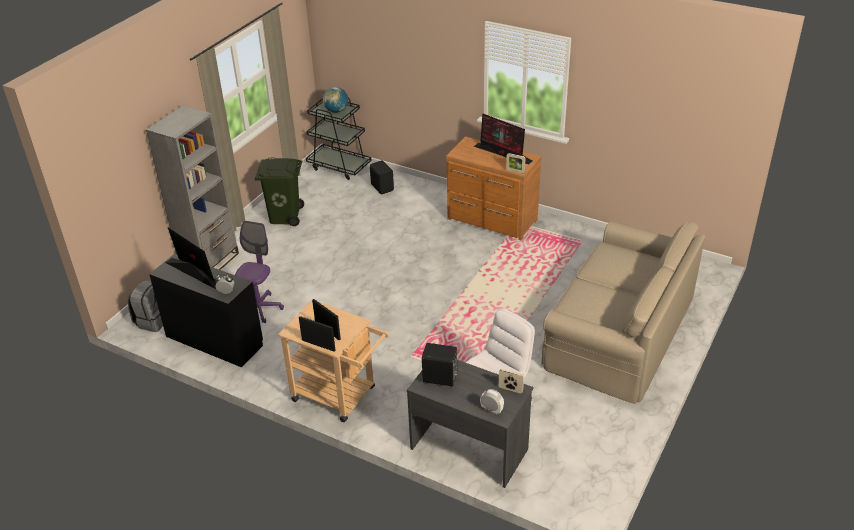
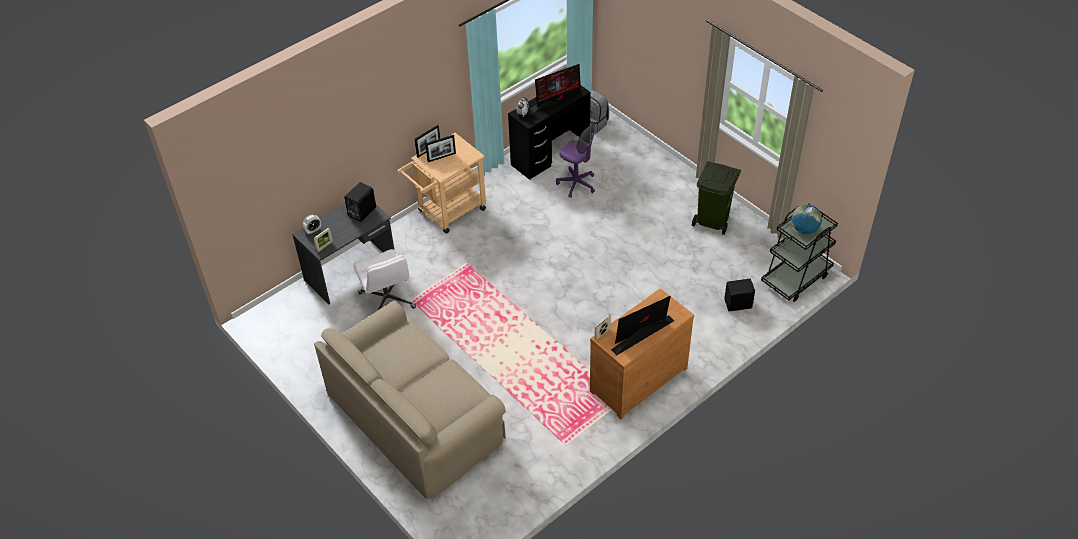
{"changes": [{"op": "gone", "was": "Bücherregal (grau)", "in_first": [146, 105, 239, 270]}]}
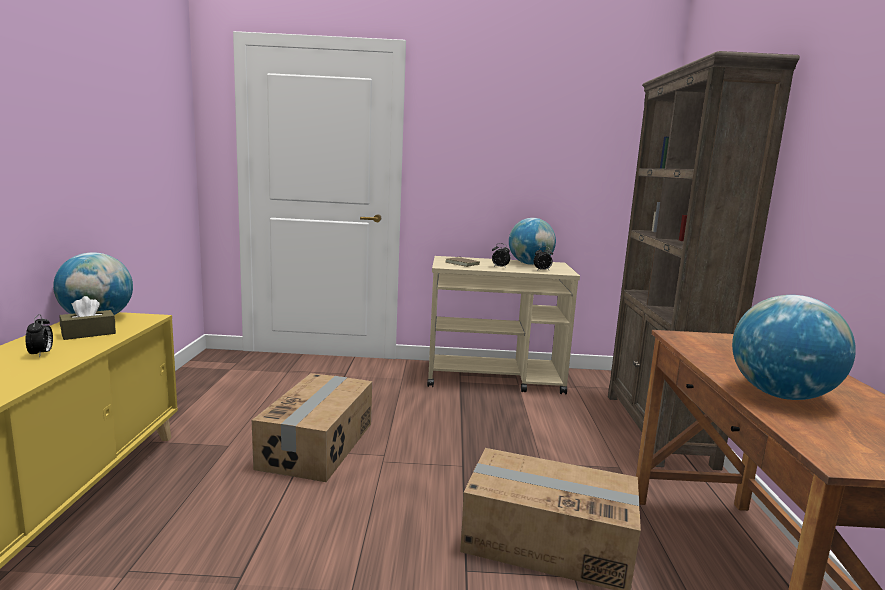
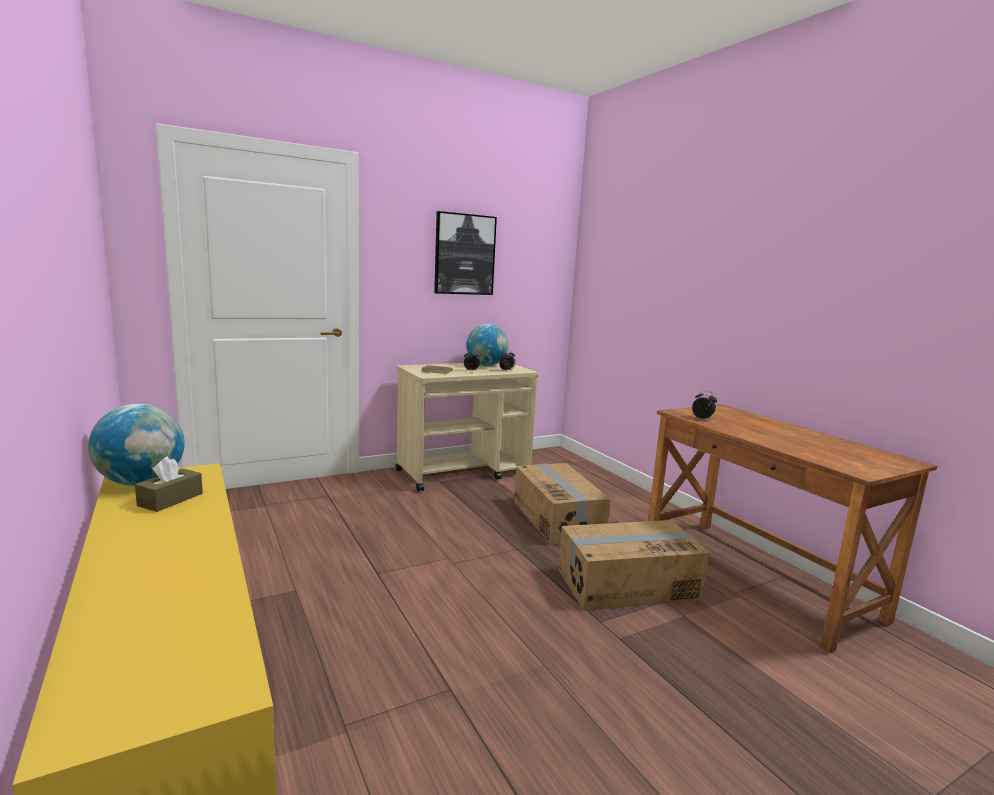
{"changes": [{"op": "shifted", "was": "Wecker", "in_first": [25, 314, 53, 358], "in_second": [692, 390, 717, 420]}, {"op": "shifted", "was": "Karton", "in_first": [252, 373, 372, 482], "in_second": [514, 463, 611, 545]}, {"op": "gone", "was": "Bücherregal (braun)", "in_first": [608, 51, 800, 470]}, {"op": "gone", "was": "Globus", "in_first": [732, 295, 856, 400]}, {"op": "new", "now": "Bild", "in_second": [434, 211, 497, 295]}]}
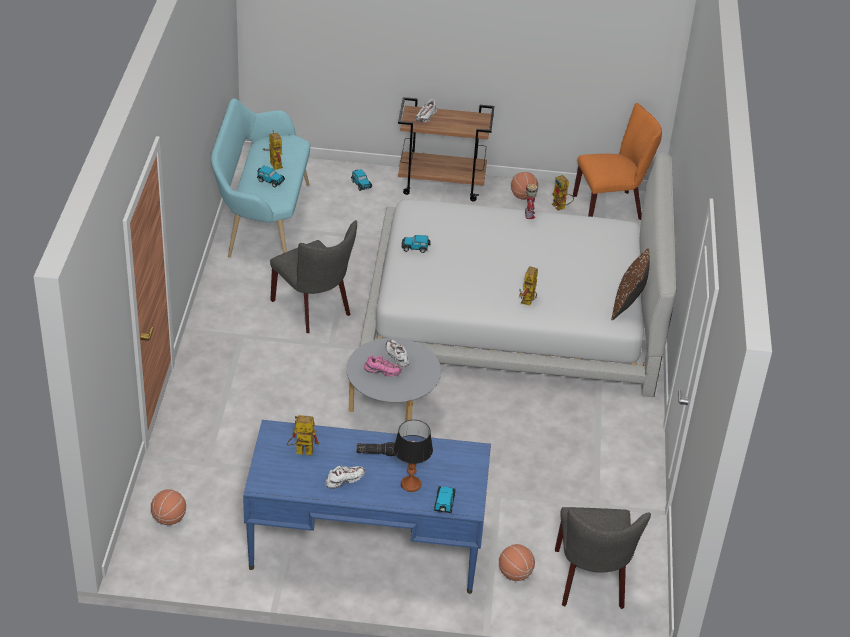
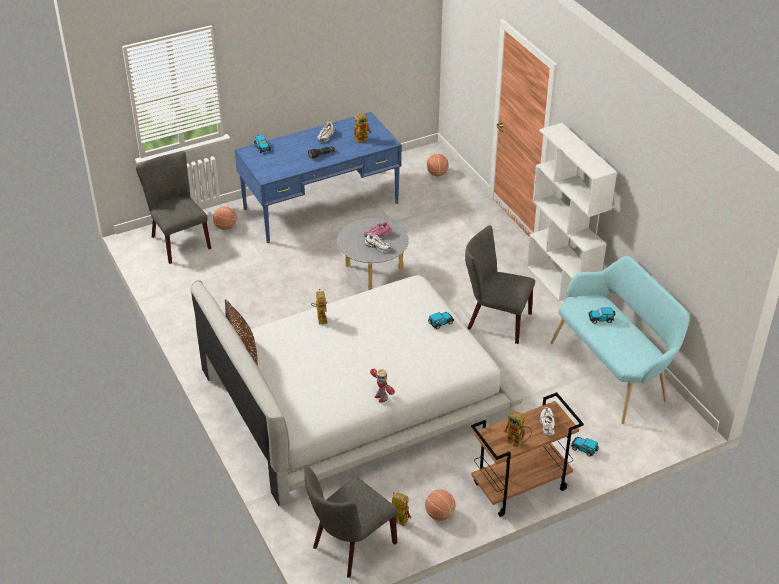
{"changes": [{"op": "shifted", "was": "Spielzeugroboter", "in_first": [263, 130, 283, 170], "in_second": [504, 411, 532, 448]}, {"op": "gone", "was": "Tischlampe", "in_first": [394, 420, 433, 492]}, {"op": "repainted", "was": "Stuhl (orange)", "now": "Stuhl (grau)", "in_first": [573, 103, 662, 220], "in_second": [304, 465, 397, 578]}, {"op": "new", "now": "Bücherregal (weiß)", "in_second": [526, 123, 617, 305]}]}
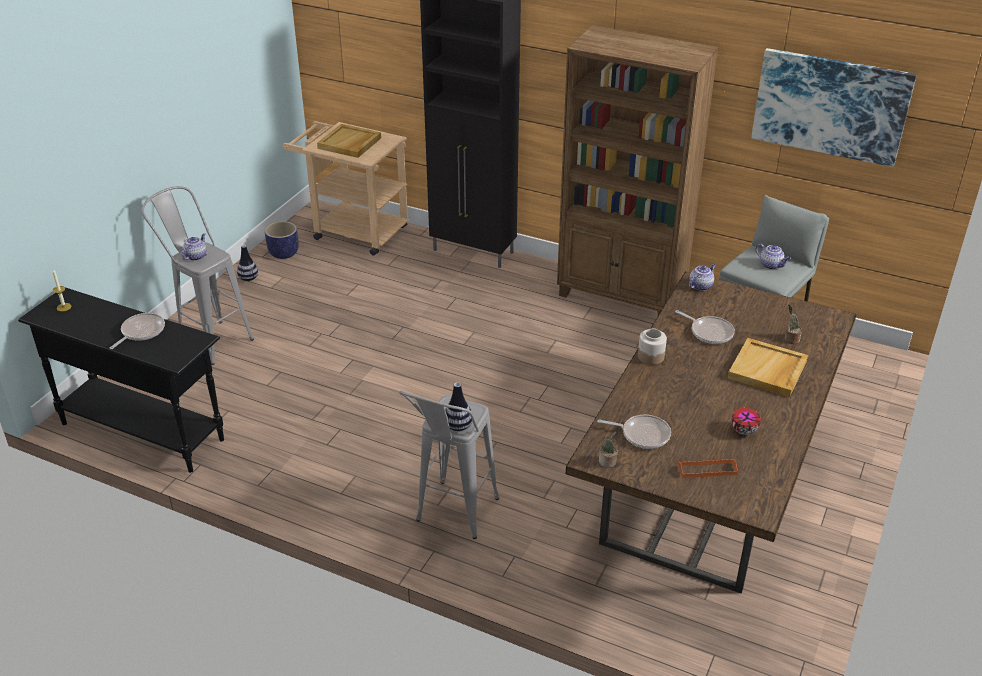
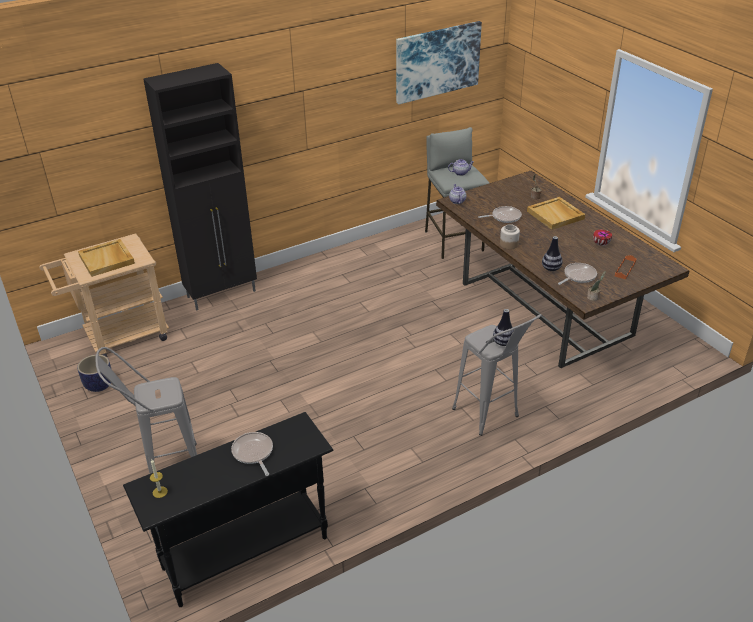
{"changes": [{"op": "gone", "was": "Teekanne", "in_first": [181, 233, 206, 261]}, {"op": "shifted", "was": "Vase", "in_first": [237, 245, 258, 281], "in_second": [542, 236, 563, 271]}, {"op": "gone", "was": "Bücherregal (braun)", "in_first": [557, 25, 718, 315]}]}
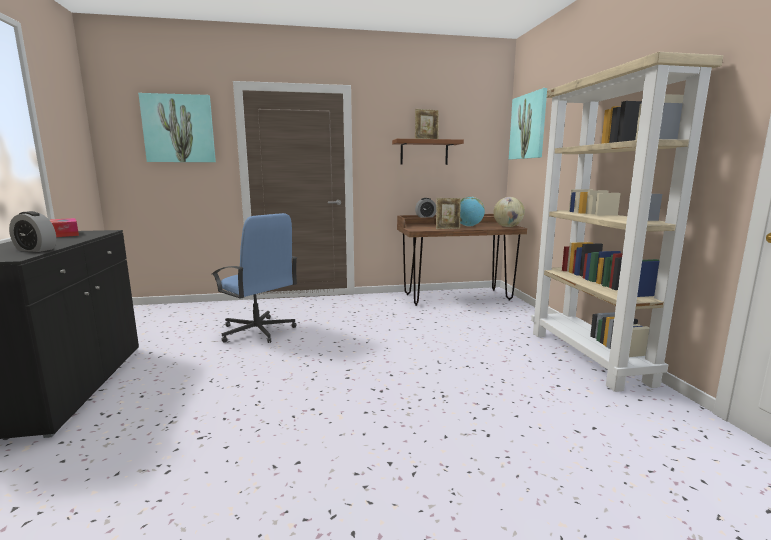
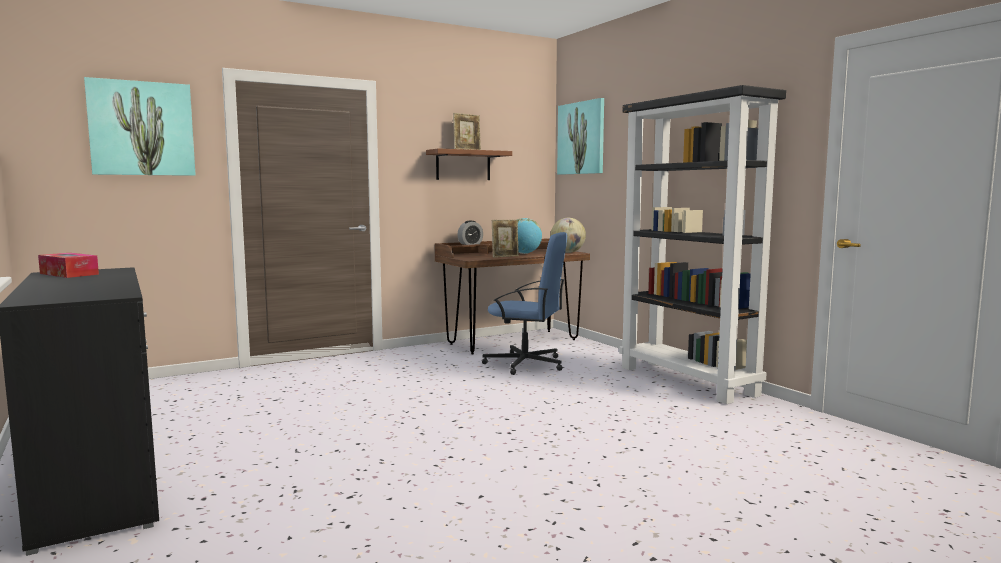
{"changes": [{"op": "gone", "was": "Wecker", "in_first": [9, 211, 56, 252]}, {"op": "shifted", "was": "Bürostuhl (blau)", "in_first": [212, 213, 297, 343], "in_second": [482, 232, 567, 375]}, {"op": "repainted", "was": "Bücherregal (beige)", "now": "Bücherregal (schwarz)", "in_first": [531, 52, 723, 392], "in_second": [619, 85, 786, 404]}]}
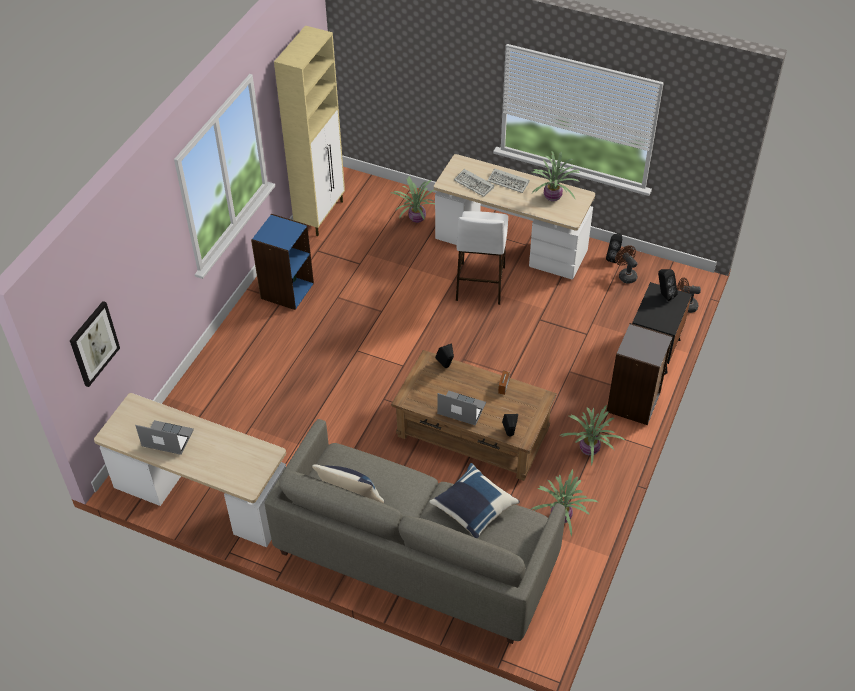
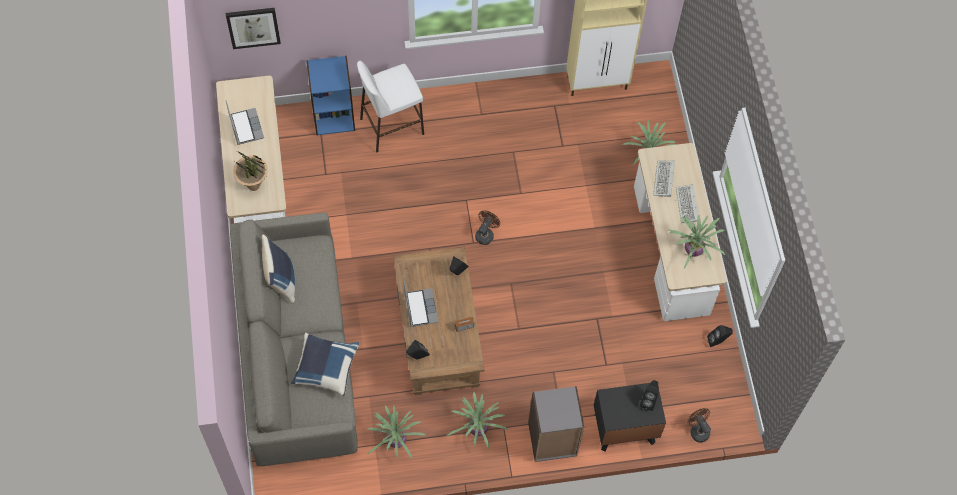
{"changes": [{"op": "shifted", "was": "Bücherregal (blau)", "in_first": [251, 214, 314, 310], "in_second": [306, 56, 355, 135]}, {"op": "shifted", "was": "Hocker (weiß)", "in_first": [456, 211, 508, 305], "in_second": [357, 61, 424, 152]}, {"op": "shifted", "was": "Ventilator (braun)", "in_first": [615, 245, 637, 284], "in_second": [475, 210, 500, 245]}, {"op": "new", "now": "Topfpflanze", "in_second": [233, 151, 268, 191]}]}
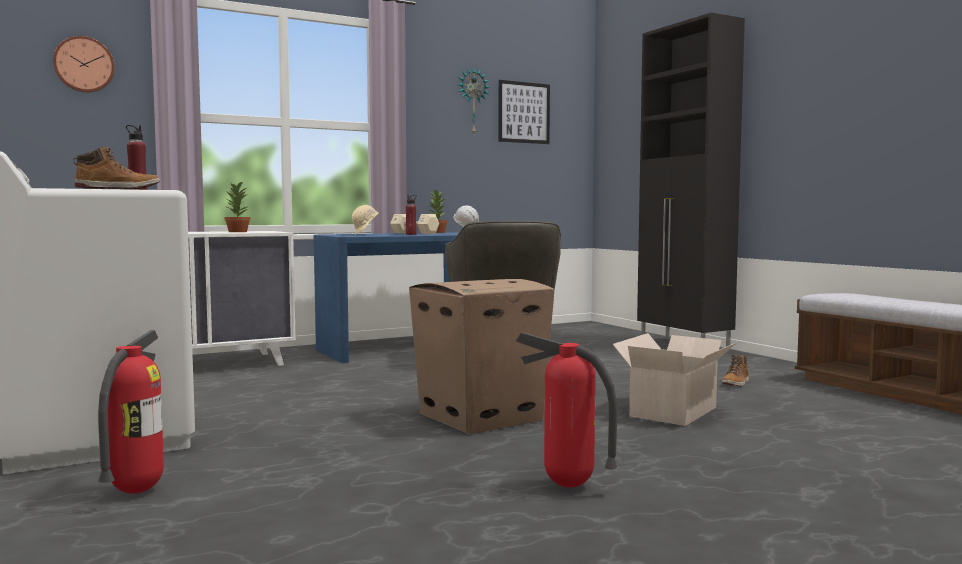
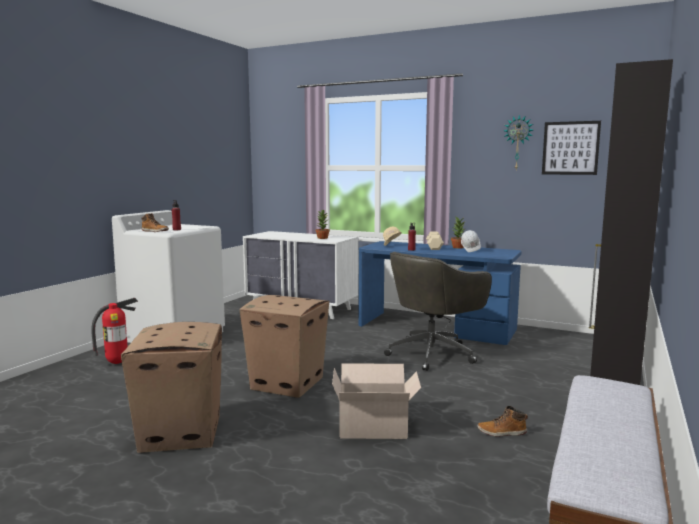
{"changes": [{"op": "gone", "was": "Wanduhr", "in_first": [53, 36, 115, 93]}, {"op": "swapped", "was": "Feuerlöscher", "now": "Karton", "in_first": [516, 332, 617, 488], "in_second": [121, 322, 222, 453]}]}
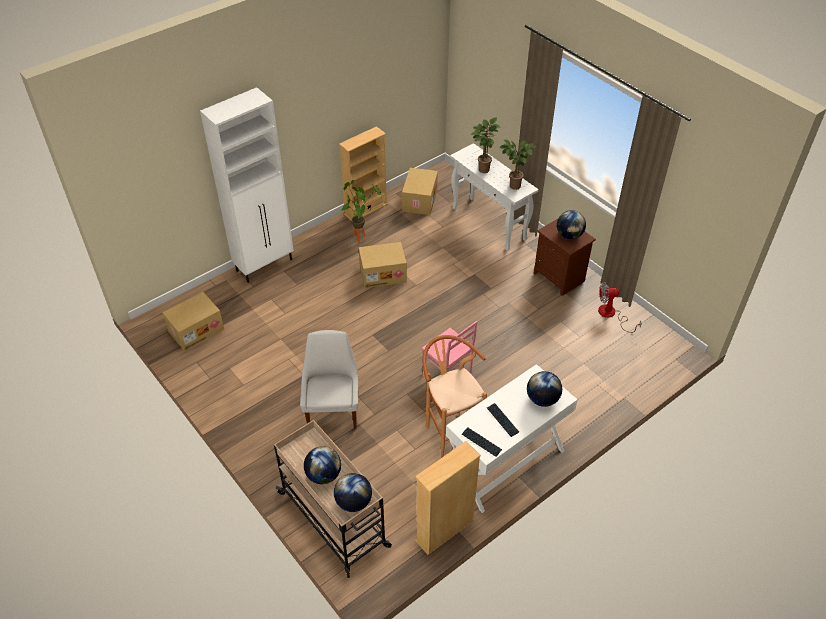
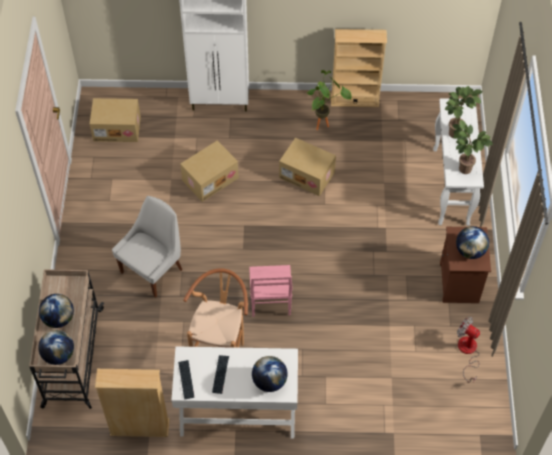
{"changes": [{"op": "shifted", "was": "Karton", "in_first": [402, 168, 438, 215], "in_second": [180, 140, 239, 202]}]}
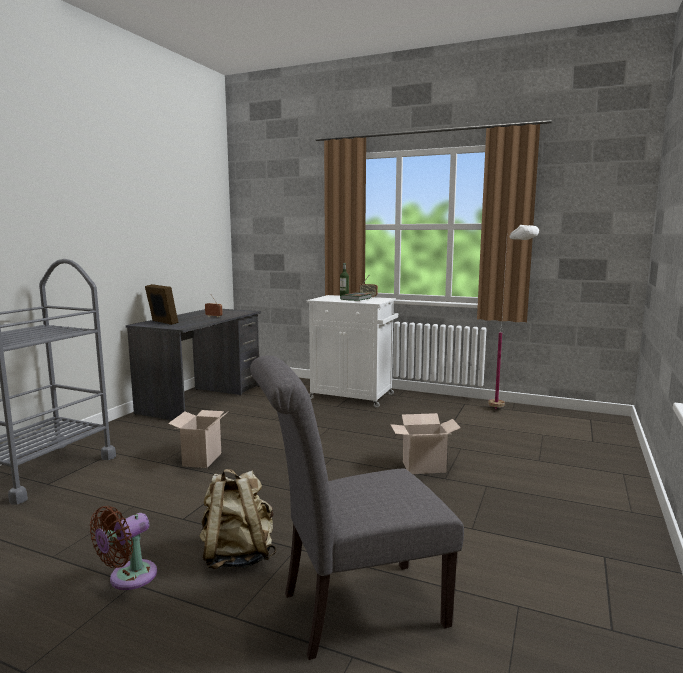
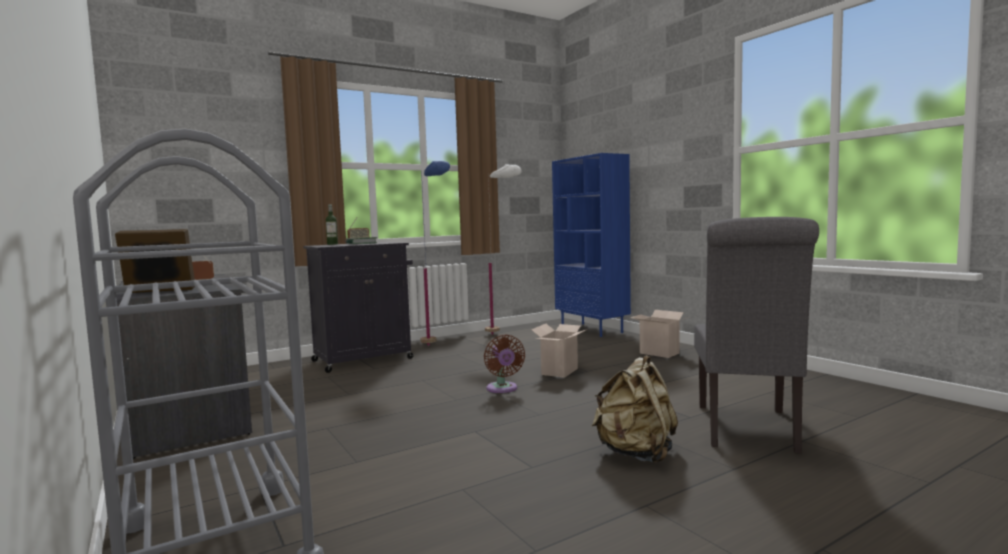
{"changes": [{"op": "shifted", "was": "Ventilator (braun)", "in_first": [90, 506, 157, 590], "in_second": [484, 334, 525, 393]}, {"op": "shifted", "was": "Karton", "in_first": [168, 410, 229, 468], "in_second": [630, 310, 689, 358]}, {"op": "repainted", "was": "Schrank (weiß)", "now": "Schrank (schwarz)", "in_first": [307, 295, 398, 408], "in_second": [303, 242, 413, 373]}, {"op": "new", "now": "Stehlampe (blau)", "in_second": [420, 161, 450, 346]}, {"op": "new", "now": "Bücherregal (blau)", "in_second": [552, 153, 631, 337]}]}
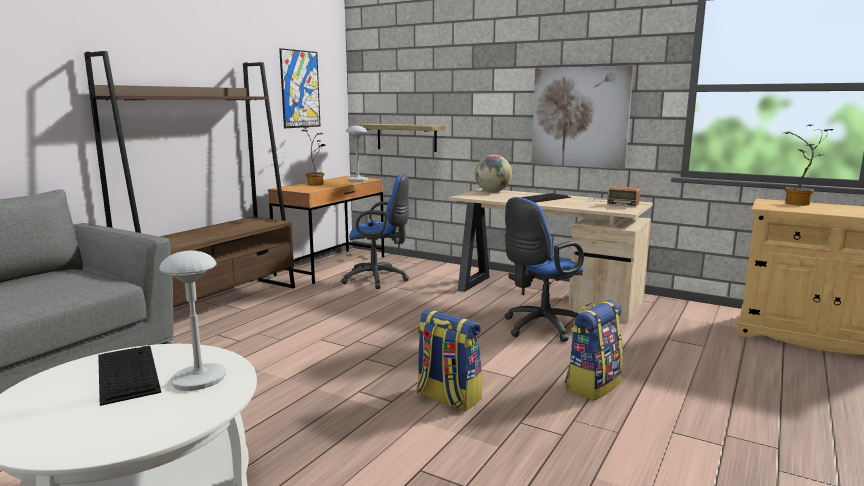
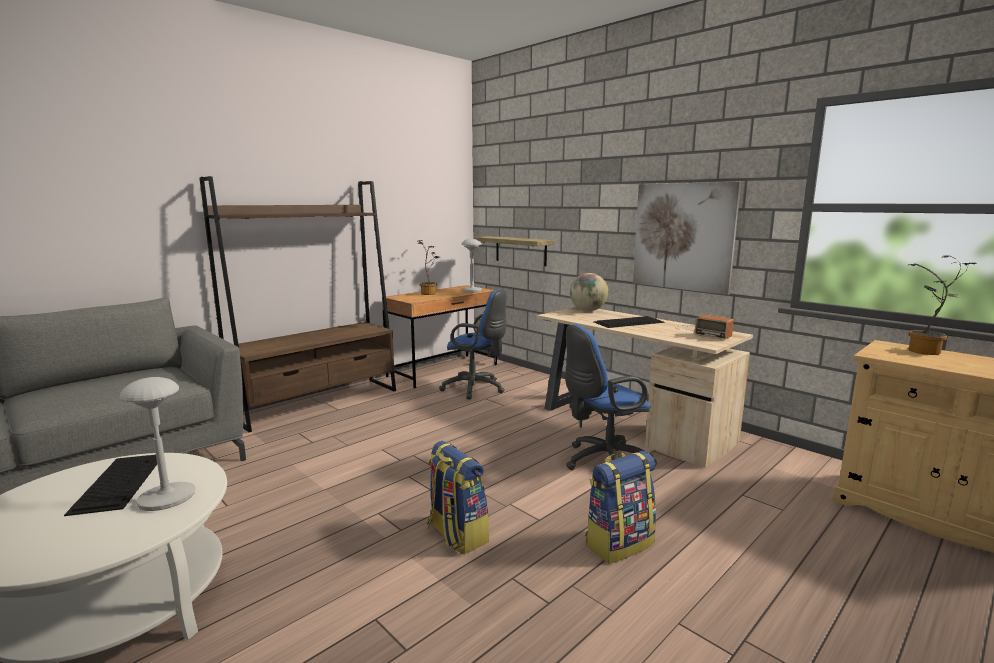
{"changes": [{"op": "gone", "was": "Bild", "in_first": [279, 48, 321, 128]}]}
